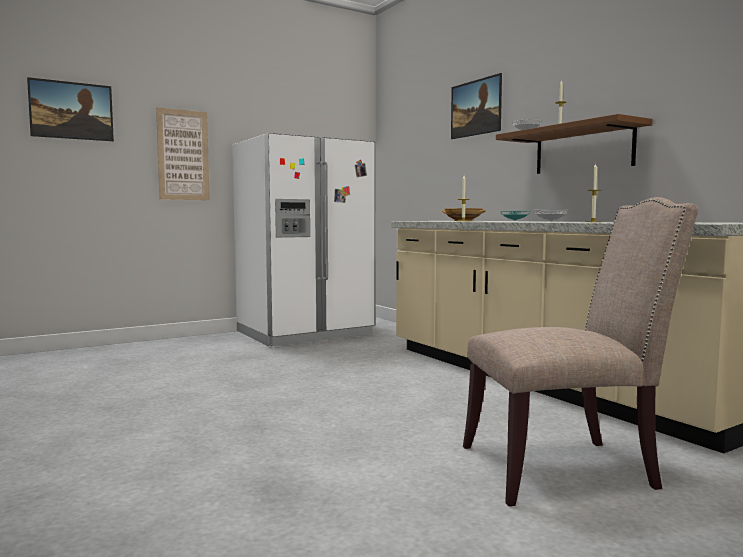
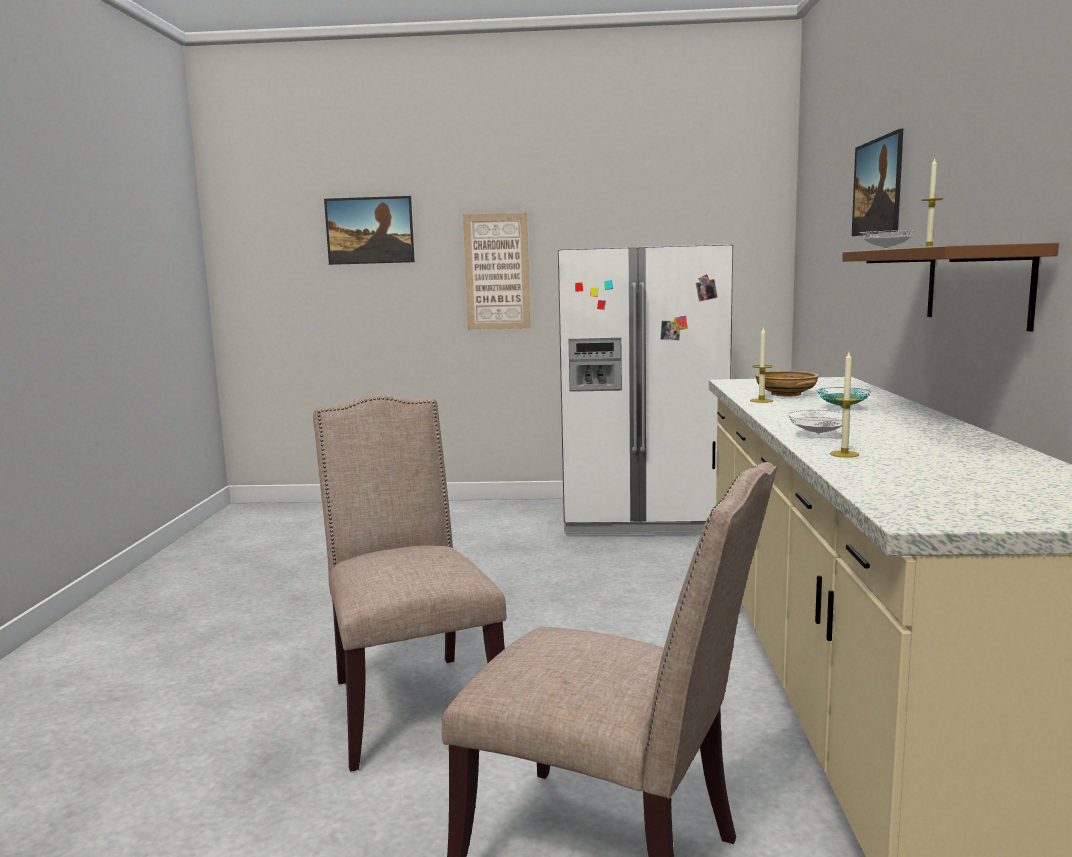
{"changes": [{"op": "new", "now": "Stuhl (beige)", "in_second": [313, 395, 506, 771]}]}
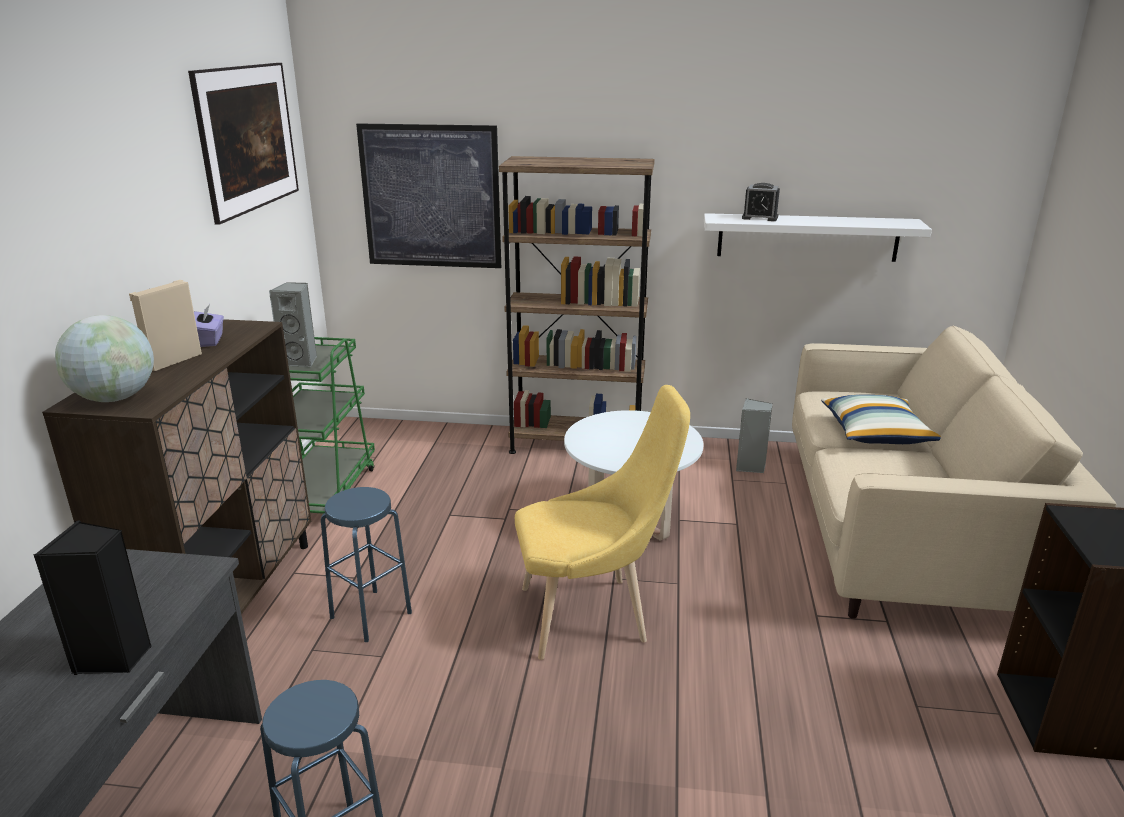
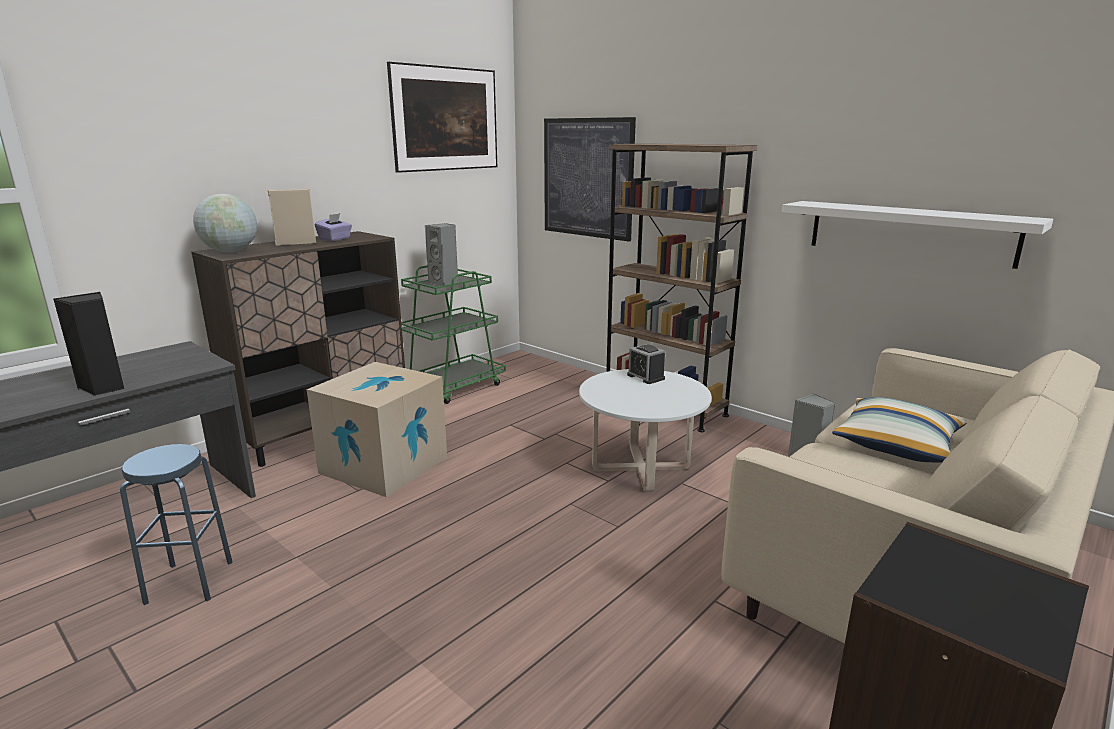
{"changes": [{"op": "swapped", "was": "Hocker (blau)", "now": "Karton", "in_first": [321, 487, 412, 642], "in_second": [307, 362, 447, 497]}, {"op": "gone", "was": "Stuhl (gelb)", "in_first": [515, 385, 690, 660]}, {"op": "shifted", "was": "Wecker", "in_first": [742, 183, 780, 221], "in_second": [627, 344, 665, 384]}]}
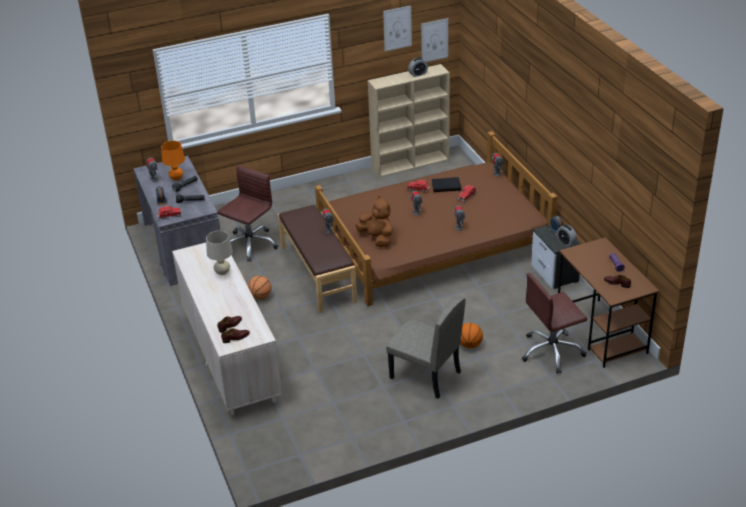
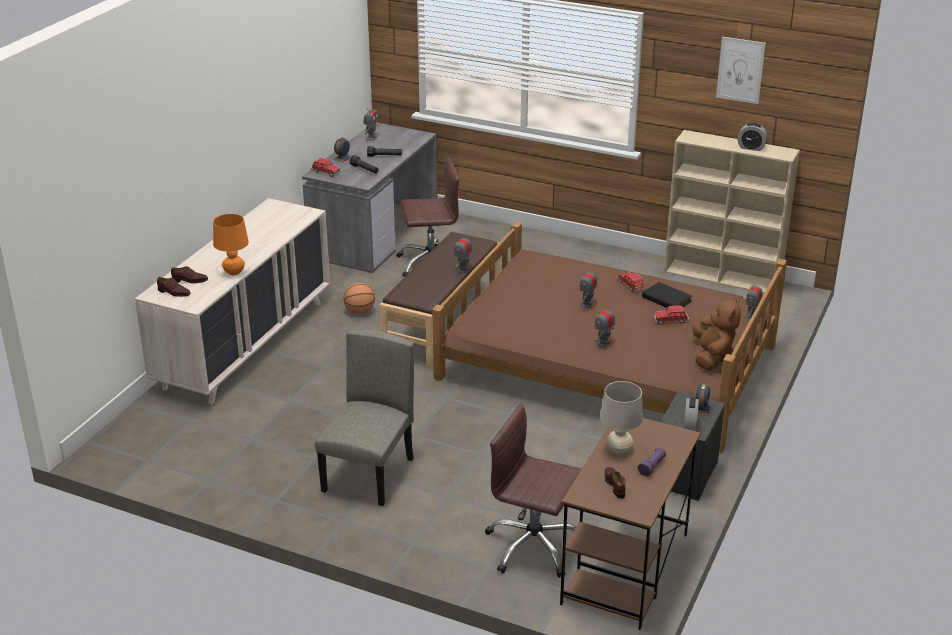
{"changes": [{"op": "shifted", "was": "Tischlampe (orange)", "in_first": [161, 141, 185, 181], "in_second": [213, 214, 249, 275]}, {"op": "shifted", "was": "Tischlampe (beige)", "in_first": [206, 231, 233, 275], "in_second": [600, 381, 643, 455]}, {"op": "shifted", "was": "Plüschtier (braun)", "in_first": [355, 196, 393, 247], "in_second": [693, 297, 741, 370]}, {"op": "rotated", "was": "Stuhl (beige)", "in_first": [386, 296, 466, 399], "in_second": [315, 330, 414, 506], "clockwise": -150}, {"op": "gone", "was": "Bild", "in_first": [421, 18, 448, 62]}, {"op": "gone", "was": "Basketball", "in_first": [461, 323, 483, 348]}]}
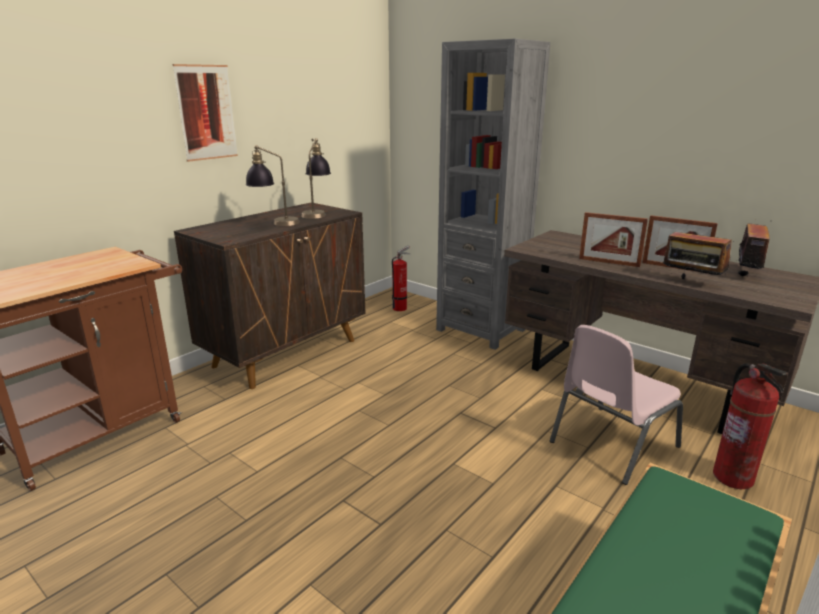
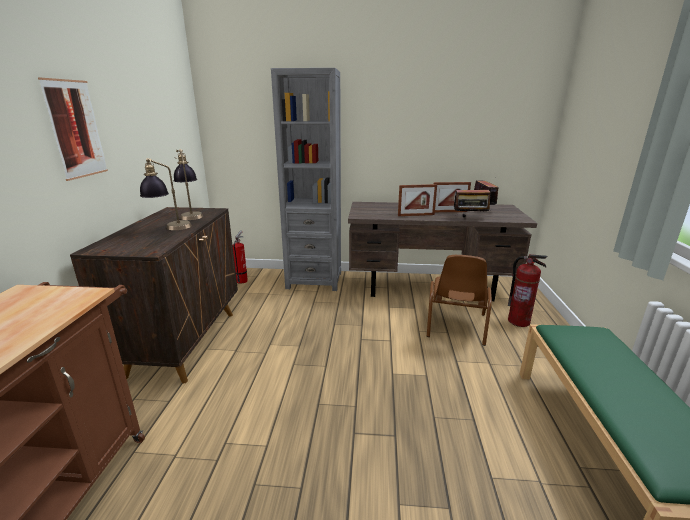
{"changes": [{"op": "repainted", "was": "Stuhl (rosa)", "now": "Stuhl (braun)", "in_first": [550, 325, 683, 485], "in_second": [427, 255, 492, 346]}]}
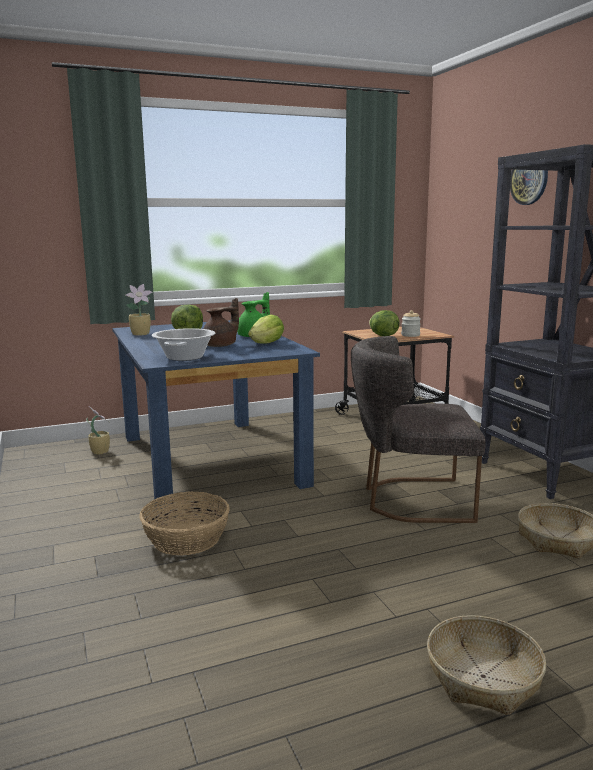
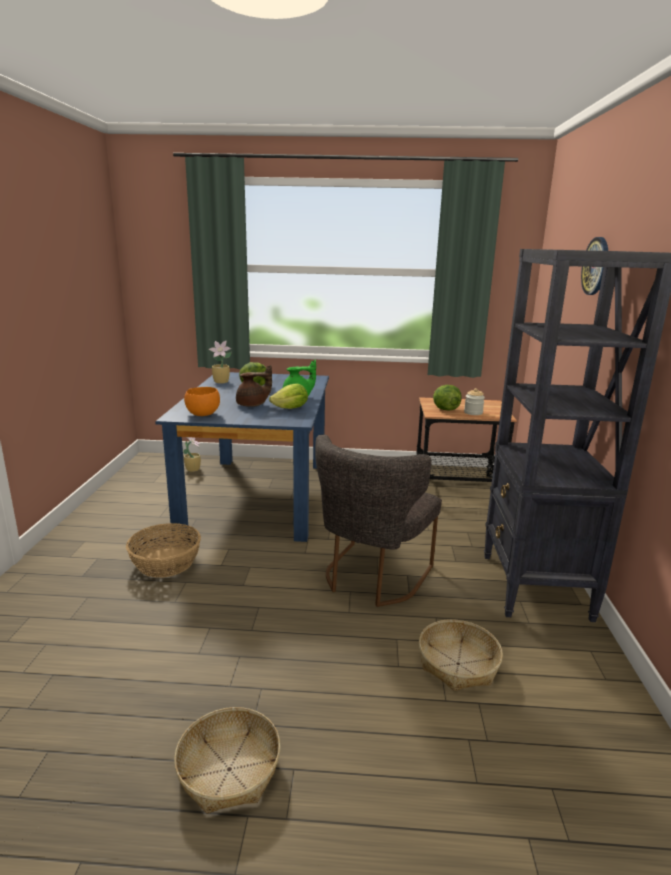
{"changes": [{"op": "swapped", "was": "Kochtopf", "now": "Schüssel (orange)", "in_first": [152, 328, 215, 361], "in_second": [184, 387, 220, 416]}, {"op": "rotated", "was": "Stuhl (grau)", "in_first": [351, 336, 486, 523], "in_second": [315, 435, 442, 607], "clockwise": -90}]}
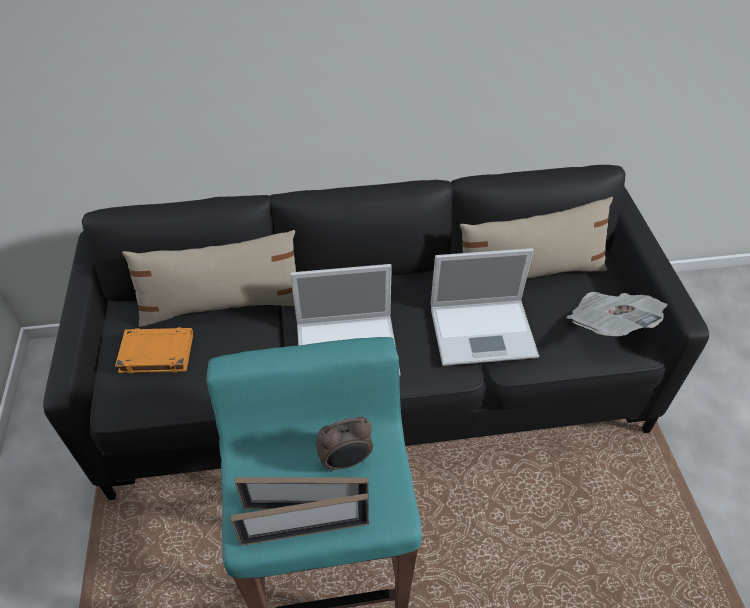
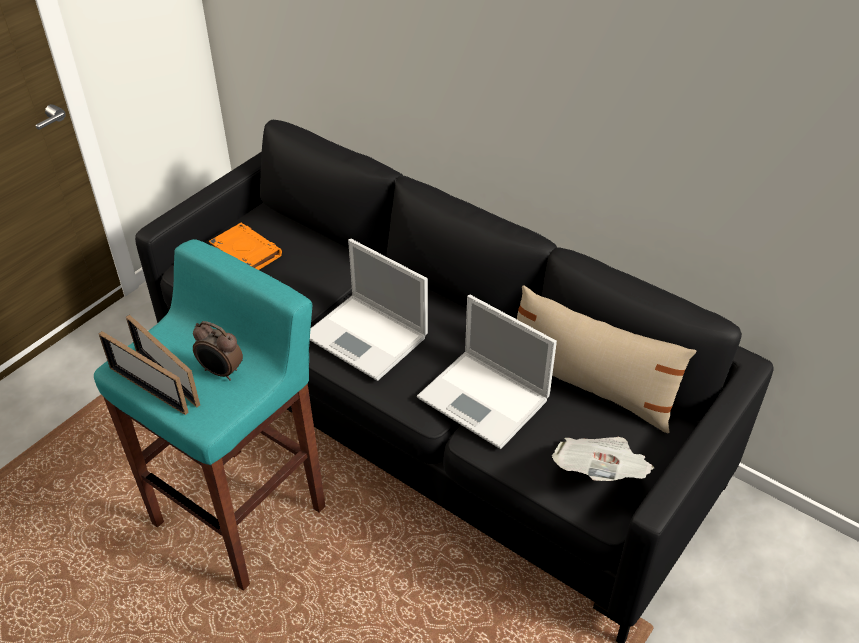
{"changes": [{"op": "gone", "was": "Kissen (beige)", "in_first": [122, 230, 296, 327]}]}
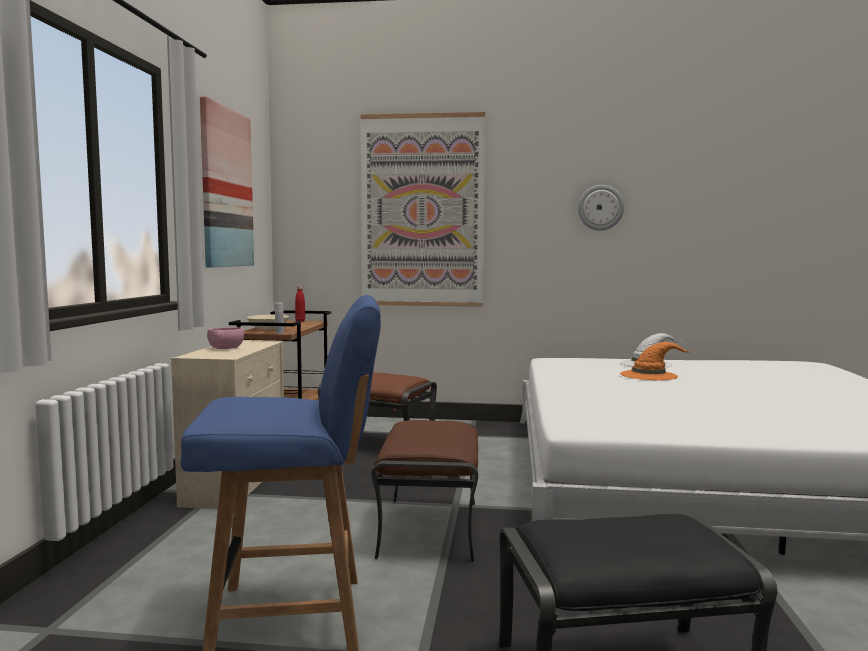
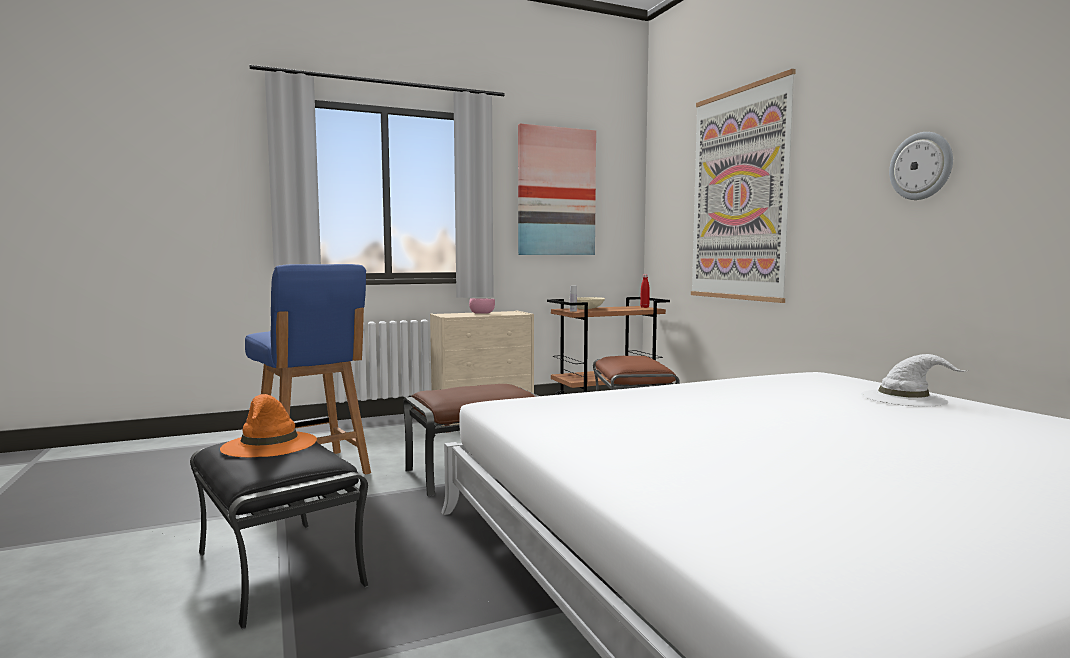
{"changes": [{"op": "shifted", "was": "Hut (orange)", "in_first": [620, 342, 693, 380], "in_second": [220, 394, 317, 458]}]}
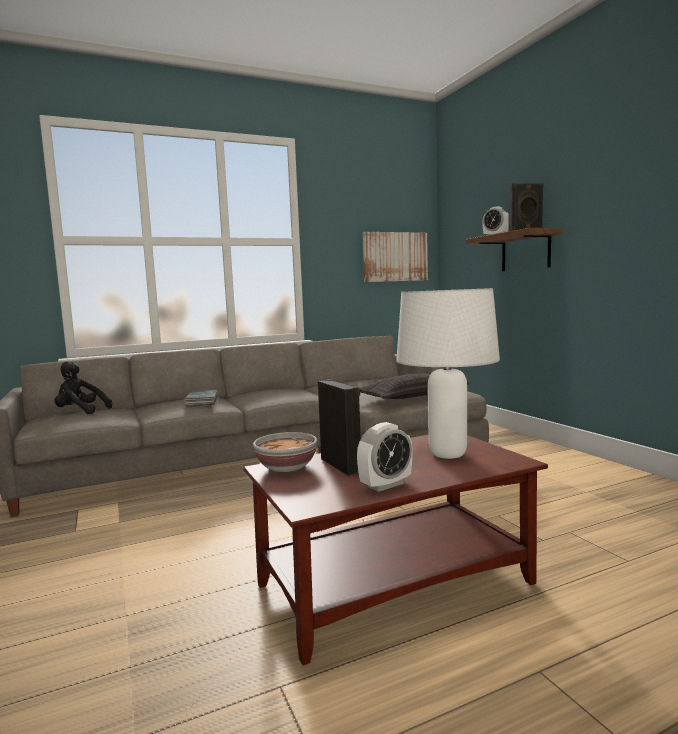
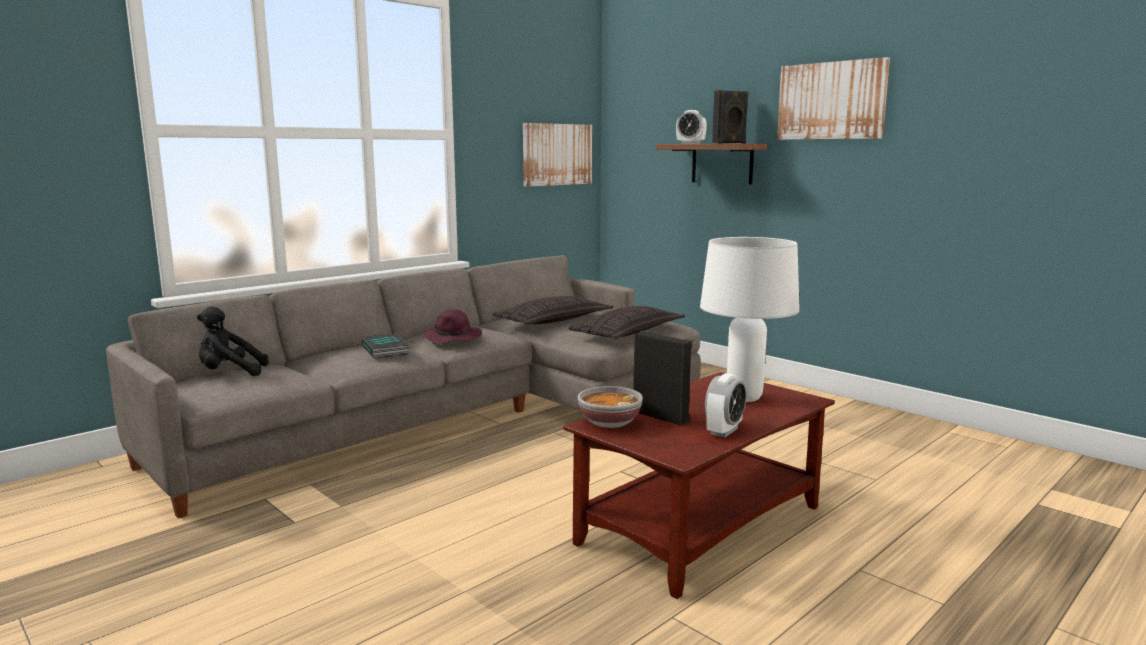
{"changes": [{"op": "new", "now": "Hut (lila)", "in_second": [424, 309, 482, 344]}, {"op": "new", "now": "Kissen", "in_second": [492, 296, 613, 325]}, {"op": "new", "now": "Bild", "in_second": [777, 57, 890, 140]}]}
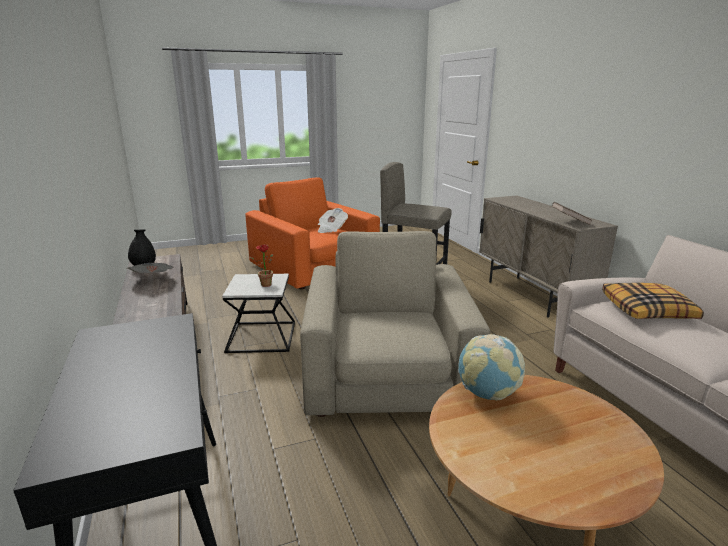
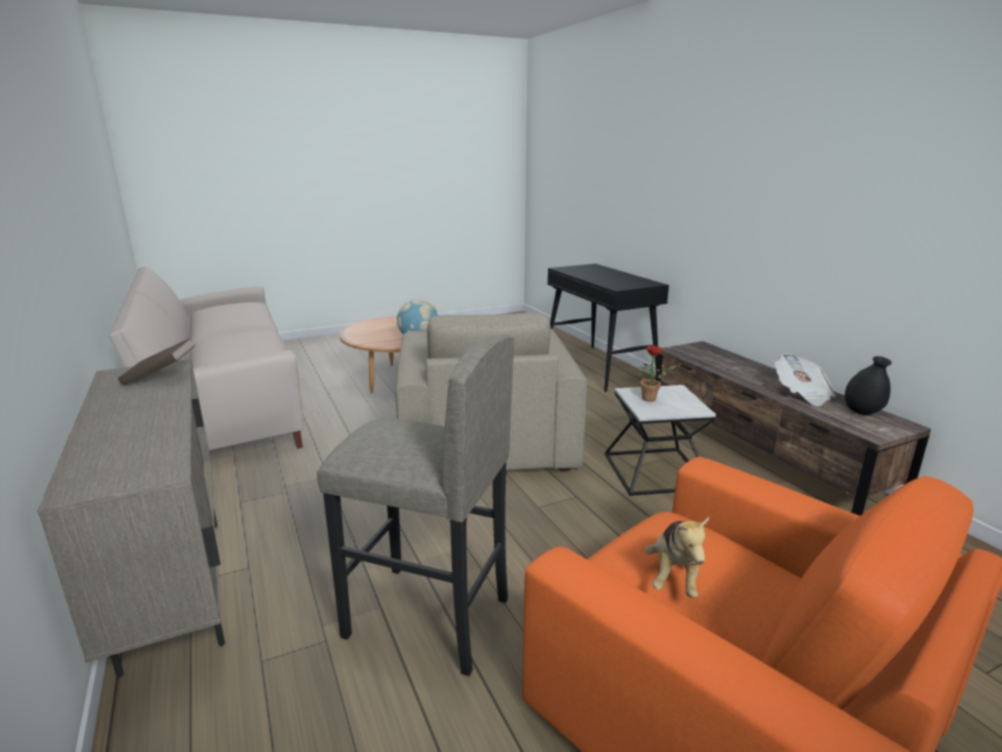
{"changes": [{"op": "swapped", "was": "Zeitung", "now": "Plüschtier", "in_first": [318, 208, 348, 233], "in_second": [645, 516, 710, 598]}, {"op": "gone", "was": "Kissen", "in_first": [602, 283, 704, 319]}]}
